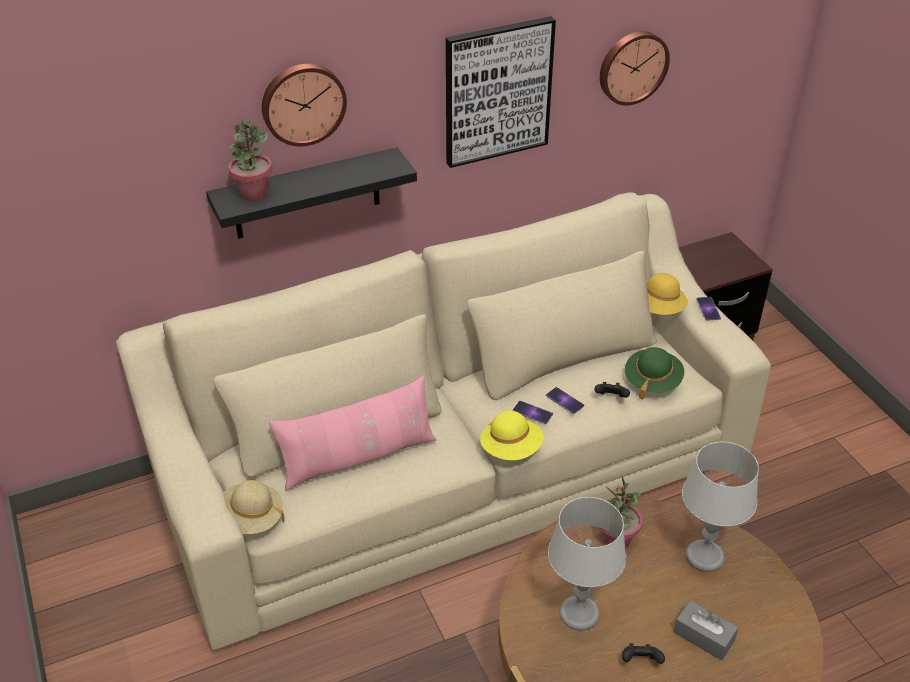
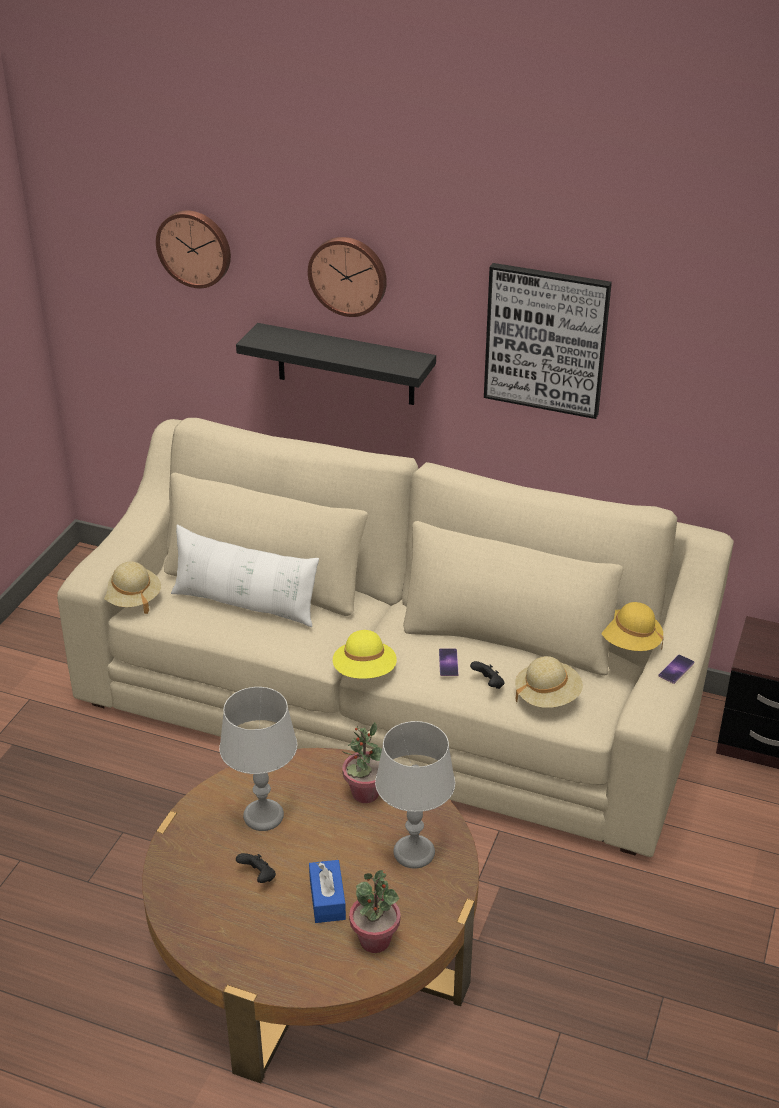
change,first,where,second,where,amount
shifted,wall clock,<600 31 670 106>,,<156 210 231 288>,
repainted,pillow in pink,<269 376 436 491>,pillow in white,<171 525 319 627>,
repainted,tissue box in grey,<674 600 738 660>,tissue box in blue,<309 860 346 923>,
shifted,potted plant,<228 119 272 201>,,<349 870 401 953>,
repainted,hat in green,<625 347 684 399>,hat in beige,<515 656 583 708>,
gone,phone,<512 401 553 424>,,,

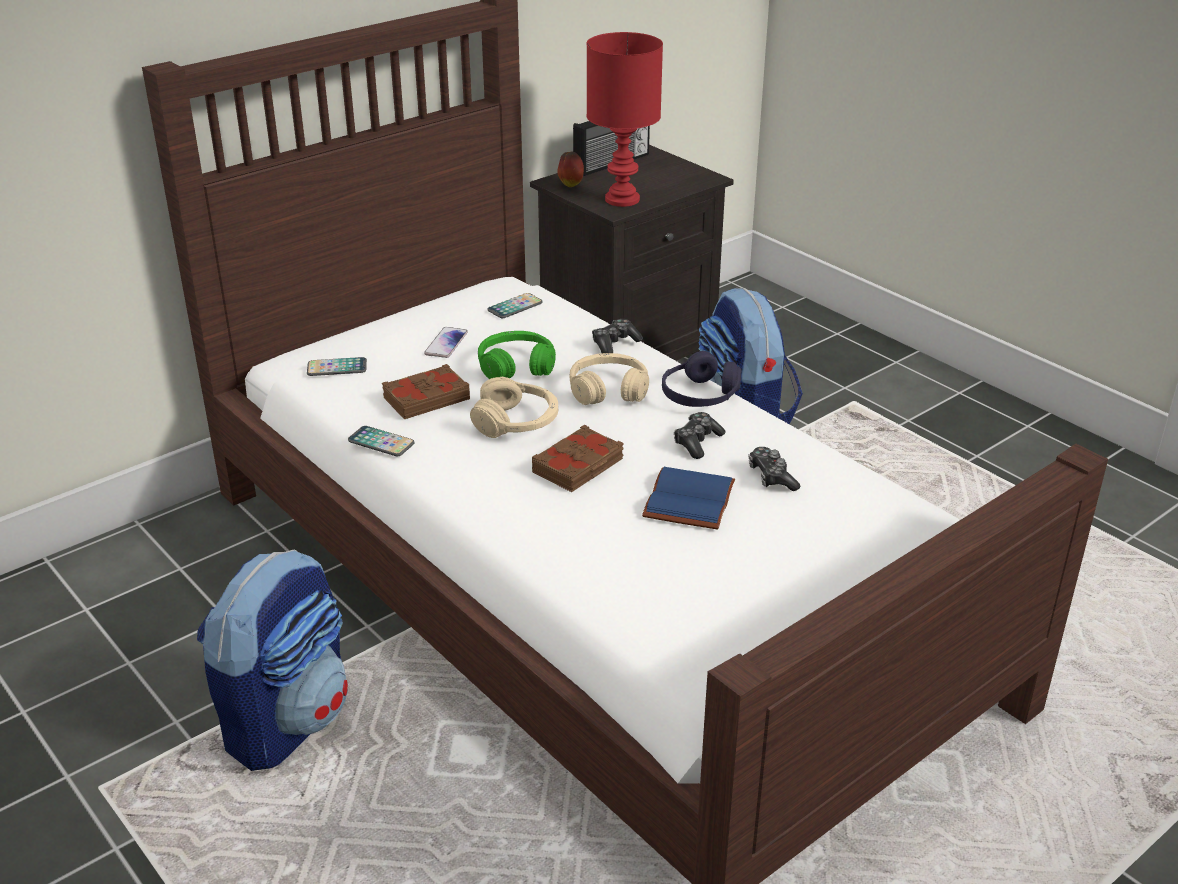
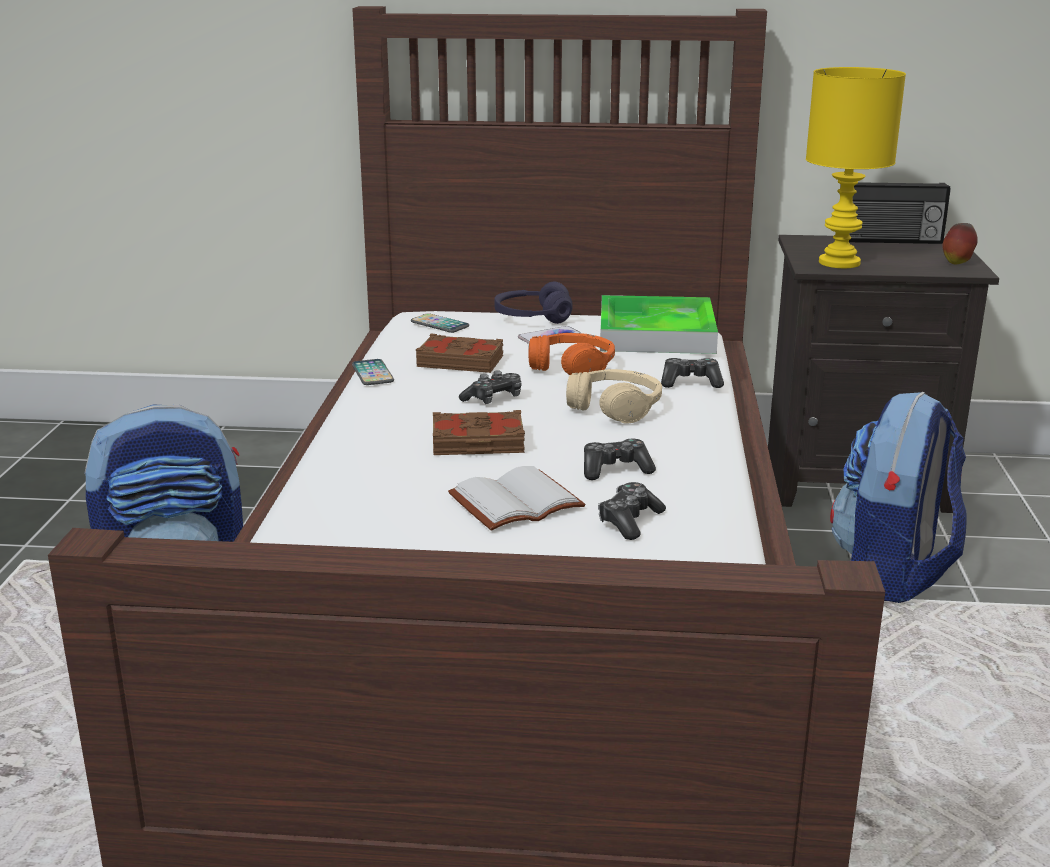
change,first,where,second,where,amount
repainted,book in blue,<642 467 735 530>,book in white,<448 466 585 531>,
swapped,headphones in beige,<470 377 558 438>,game controller,<459 370 522 404>,
shifted,headphones in purple,<662 351 741 407>,,<494 282 573 324>,
repainted,headphones in green,<478 331 556 379>,headphones in orange,<528 333 615 375>,
swapped,phone,<487 293 543 318>,tray,<600 295 718 354>,
repainted,table lamp in red,<586 32 663 207>,table lamp in yellow,<806 67 906 268>,
shifted,apple,<557 151 584 187>,,<942 223 978 264>,

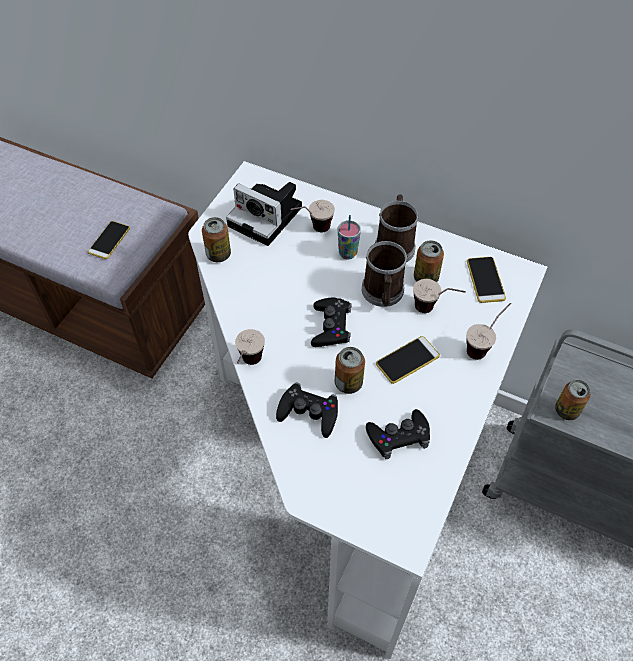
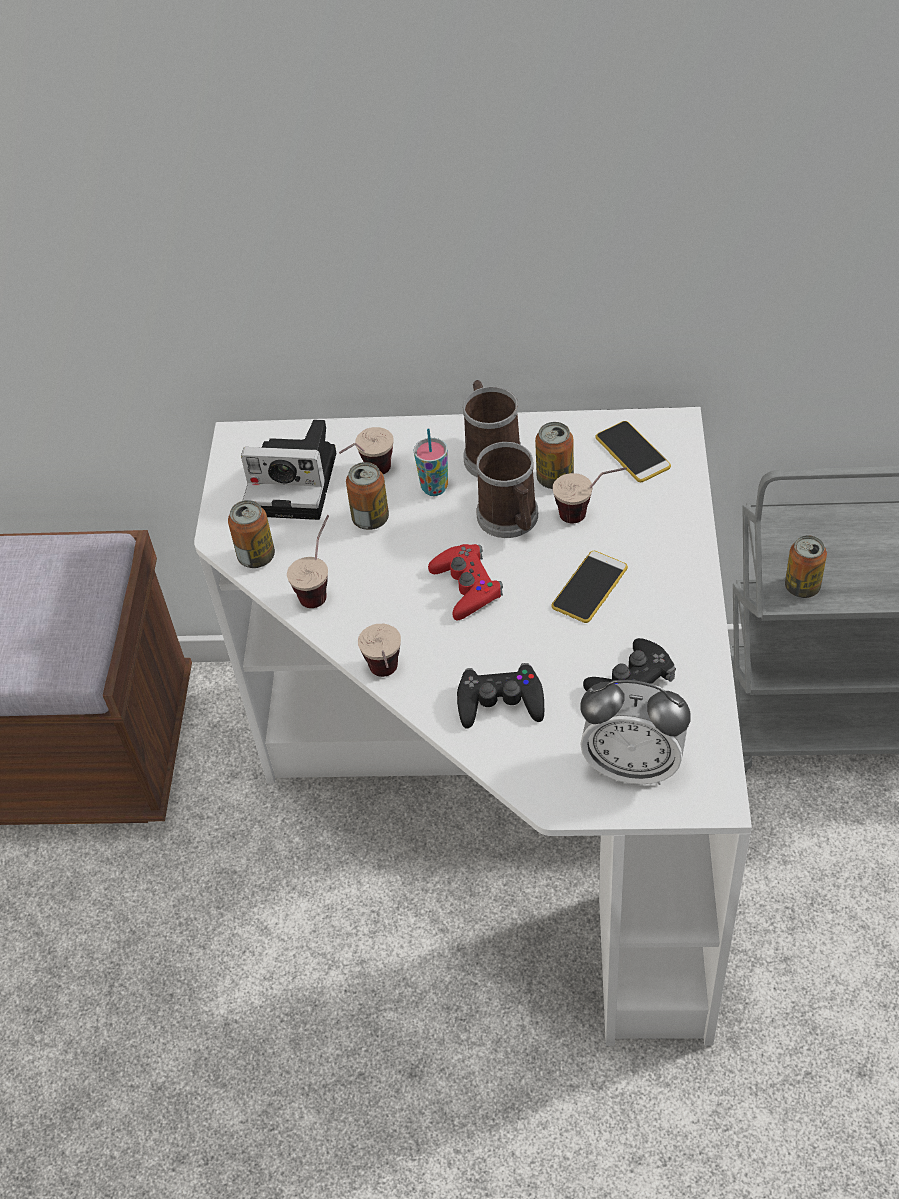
change,first,where,second,where,amount
shifted,cup,<467 303 511 360>,,<287 515 329 608>,
shifted,can,<335 347 365 394>,,<346 462 389 530>,
repainted,game controller in black,<311 298 351 347>,game controller in red,<428 544 503 620>,
new,,,alarm clock,<580 680 691 785>,
gone,phone,<88 221 130 259>,,,

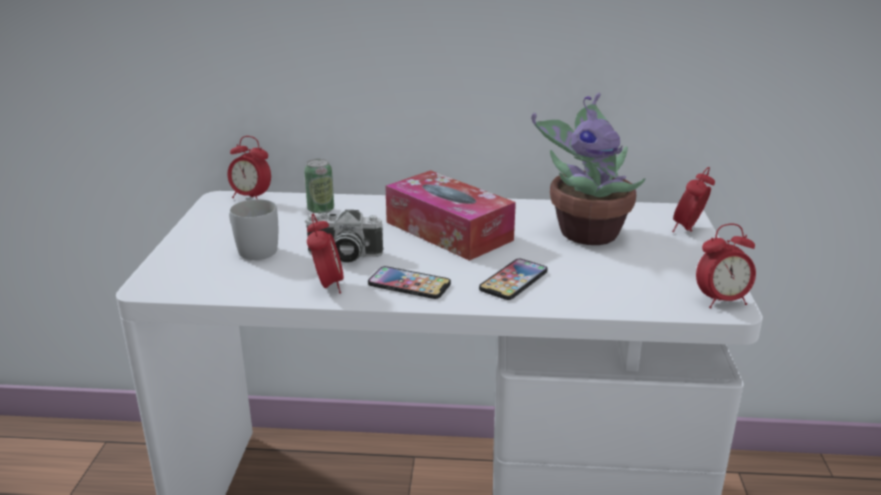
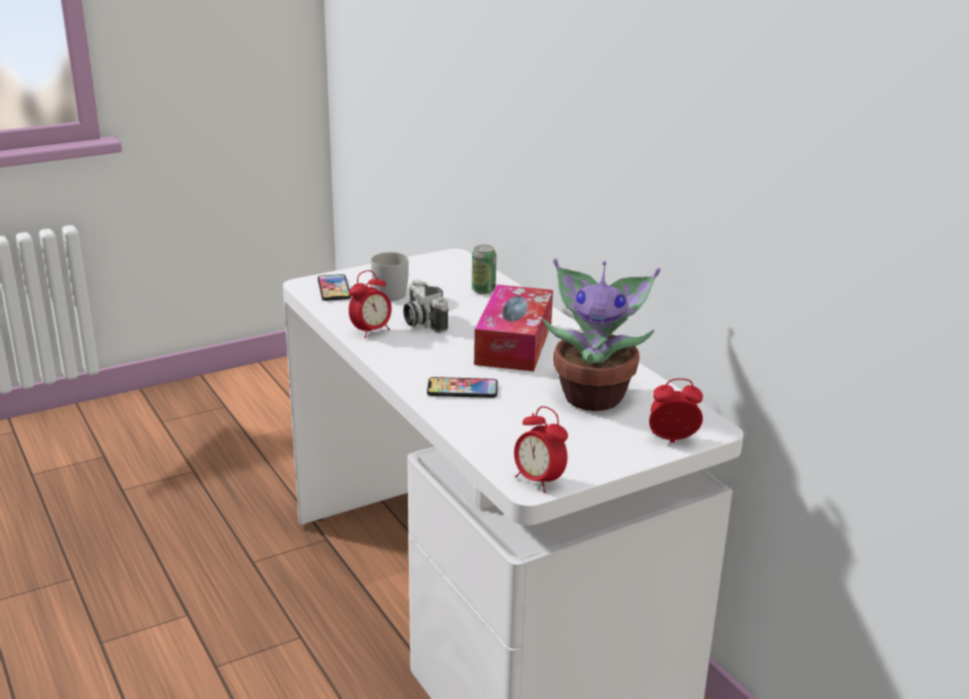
change,first,where,second,where,amount
shifted,phone,<368 266 451 299>,,<318 274 351 301>,
gone,alarm clock,<228 136 271 199>,,,

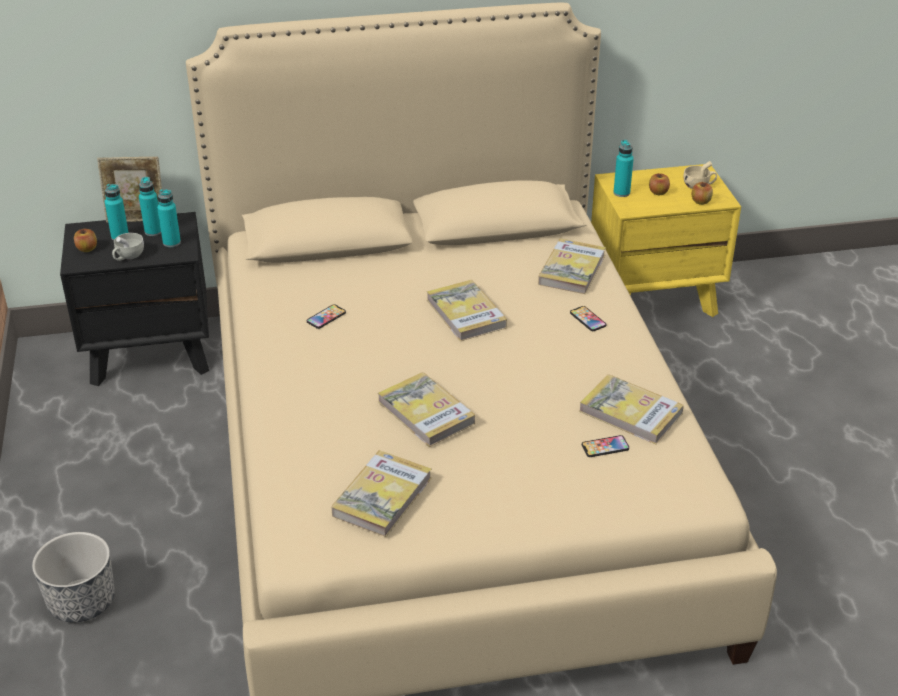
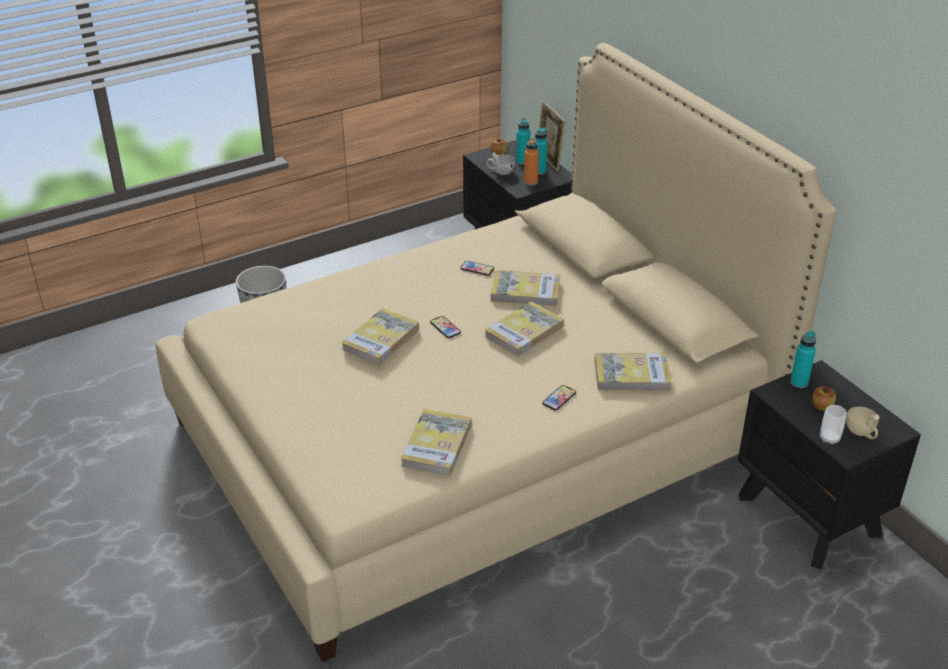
change,first,where,second,where,amount
shifted,phone,<582 435 629 457>,,<430 316 461 338>,
shifted,book,<331 450 432 537>,,<491 270 560 306>,
repainted,bottle in turquoise,<157 189 181 247>,bottle in orange,<524 138 539 186>,
repainted,nightstand in yellow,<591 164 741 317>,nightstand in black,<738 360 921 569>,
swapped,apple,<692 182 713 205>,cup,<820 405 847 445>,

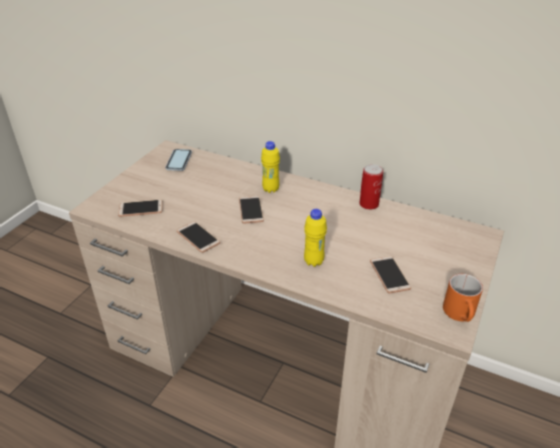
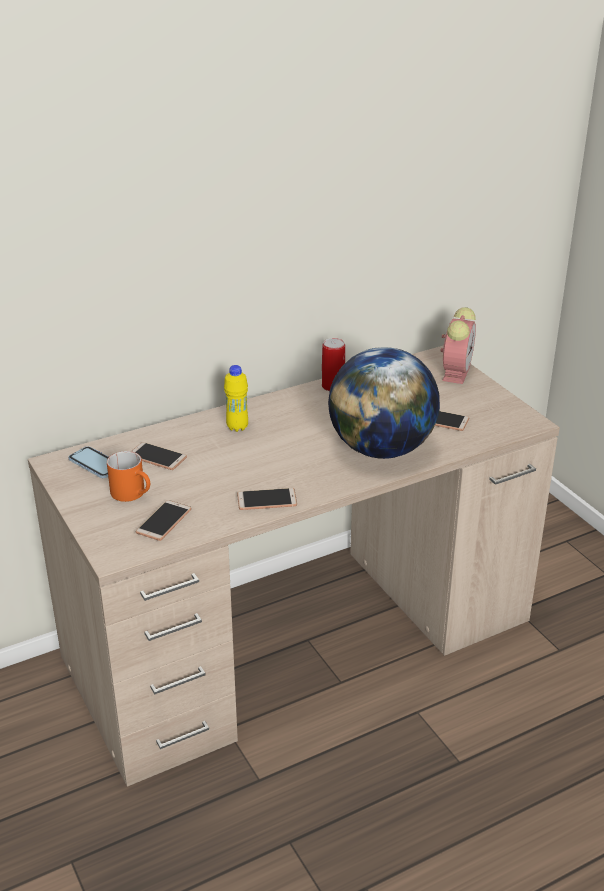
change,first,where,second,where,amount
shifted,mug in orange,<443 274 483 322>,,<107 451 150 502>,
shifted,phone,<239 196 264 224>,,<132 442 187 470>,
swapped,bottle in yellow,<304 209 327 267>,globe,<328 347 440 459>,
new,,,alarm clock,<441 307 476 384>,

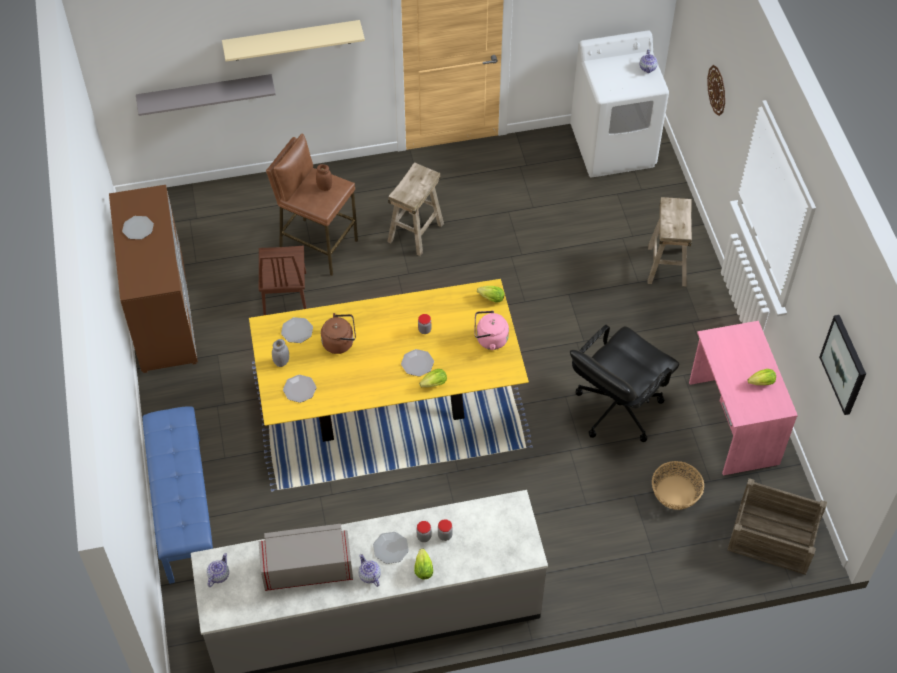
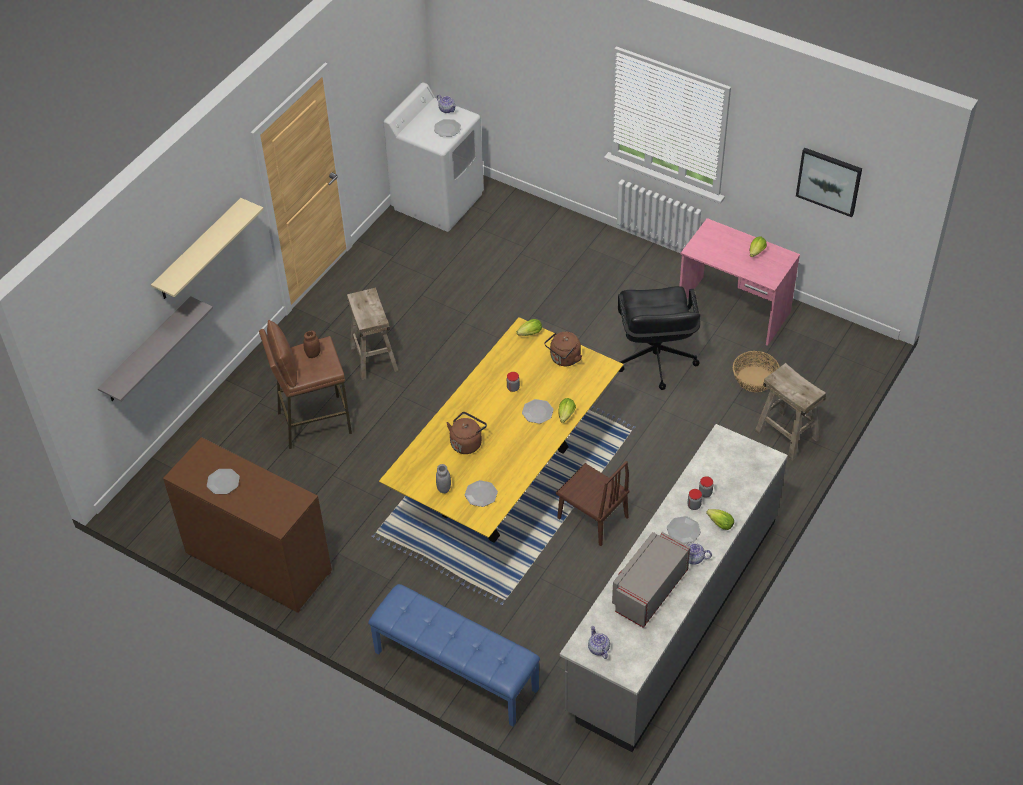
change,first,where,second,where,amount
shifted,plate,<281 317 313 343>,,<434 119 461 137>,
repainted,kettle in pink,<474 311 509 350>,kettle in brown,<544 332 582 366>,
shifted,chair in brown,<259 245 307 315>,,<556 461 629 546>,
shifted,stool in beige,<648 197 692 286>,,<755 363 826 461>,
gone,wall clock,<707 65 725 116>,,,
gone,crate,<727 478 827 575>,,,

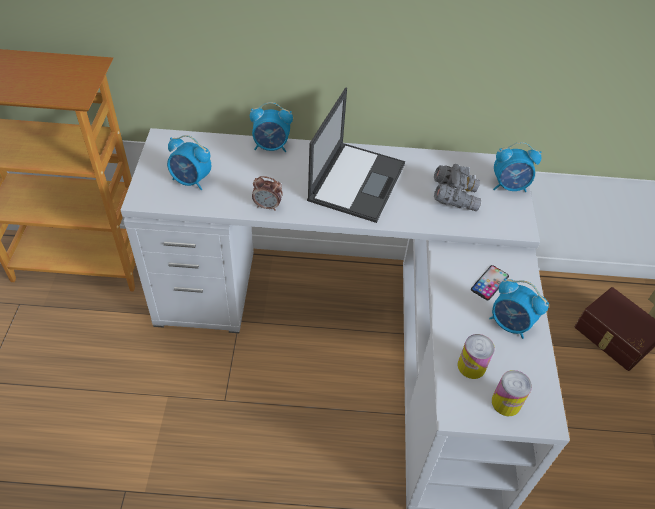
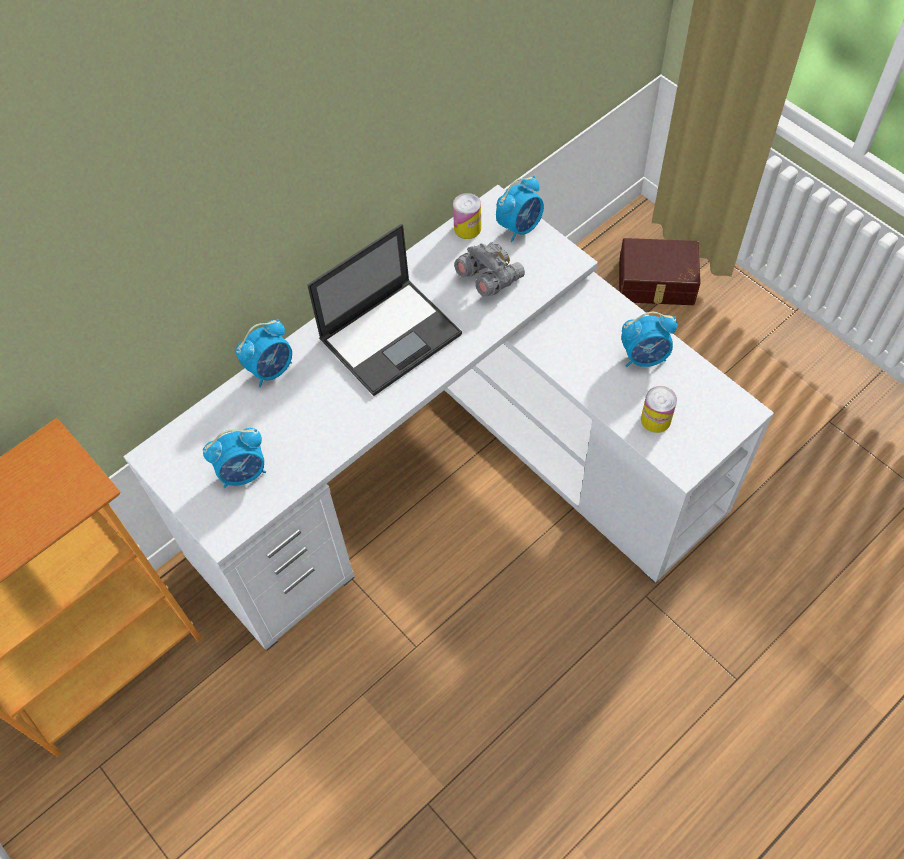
change,first,where,second,where,amount
rotated,laptop,<307 87 405 223>,,<307 224 462 396>,75 degrees clockwise
shifted,can,<492 370 532 416>,,<453 193 481 239>,
gone,alarm clock,<252 176 283 211>,,,
gone,phone,<471 265 509 300>,,,

